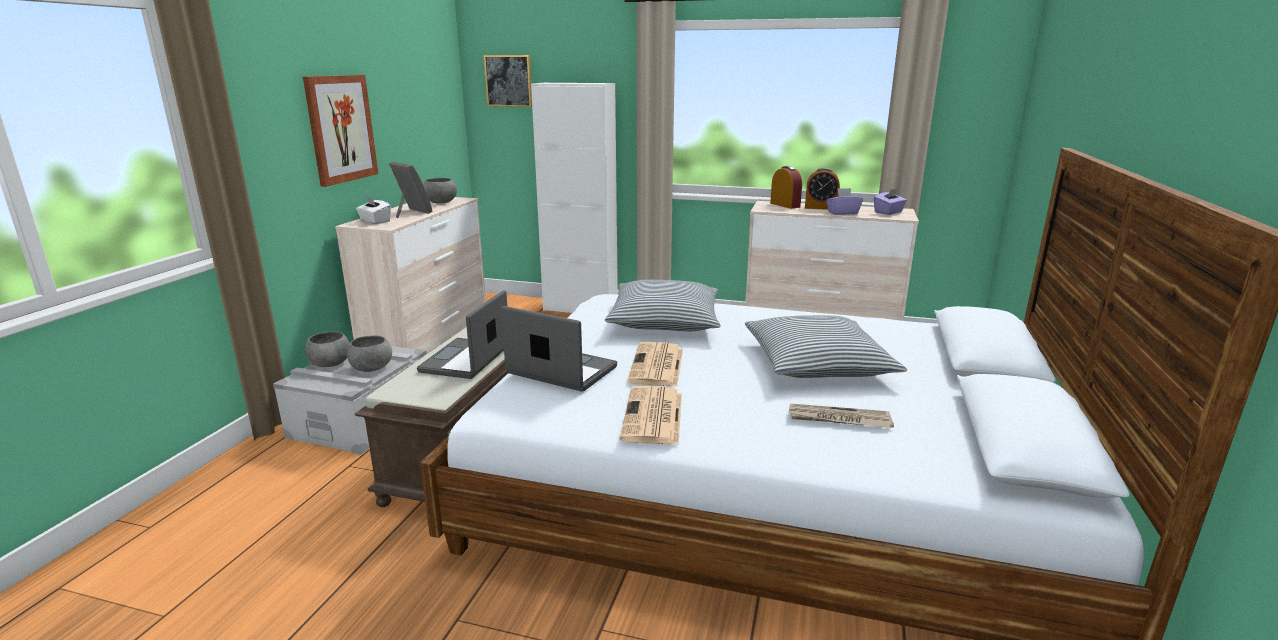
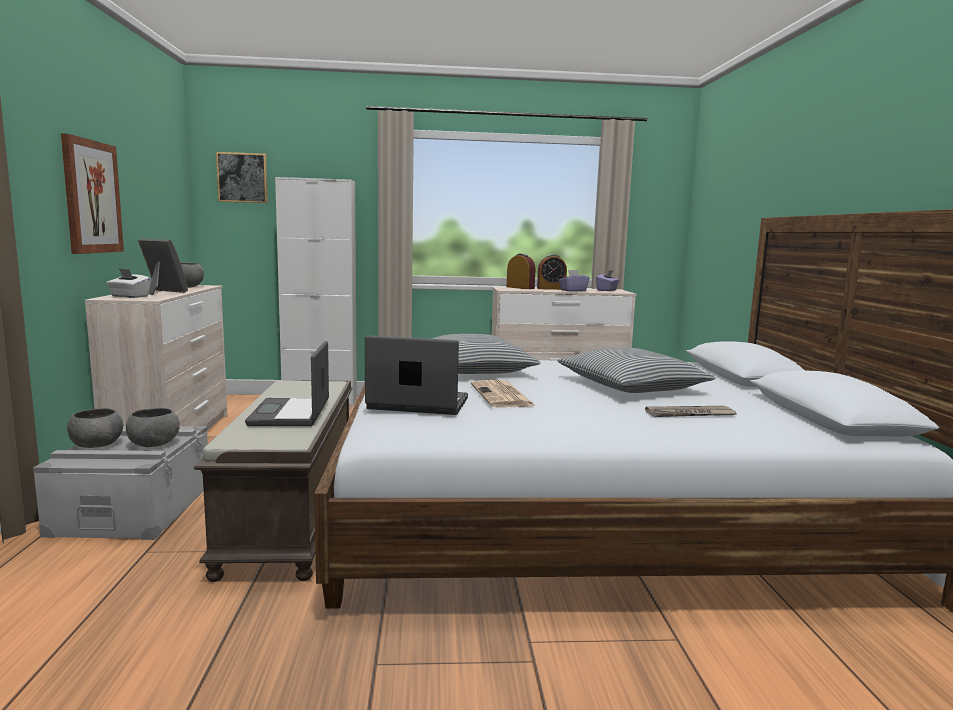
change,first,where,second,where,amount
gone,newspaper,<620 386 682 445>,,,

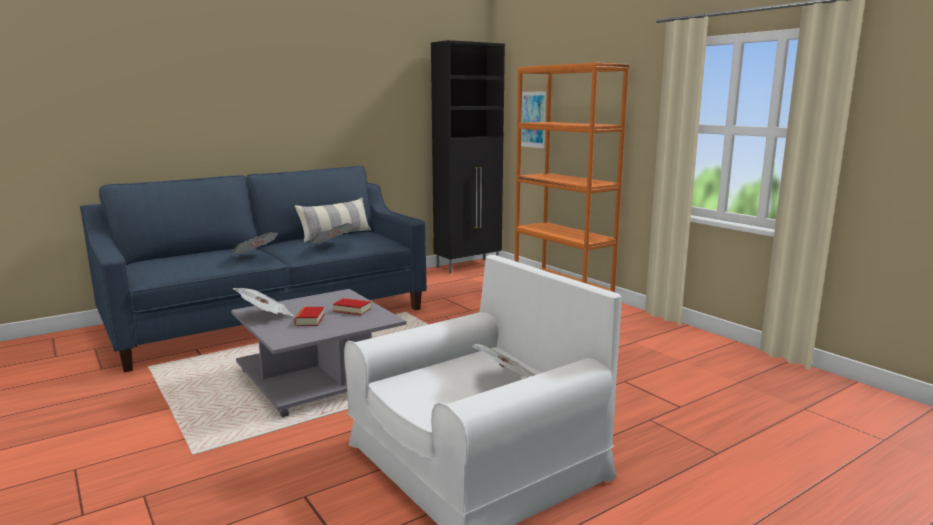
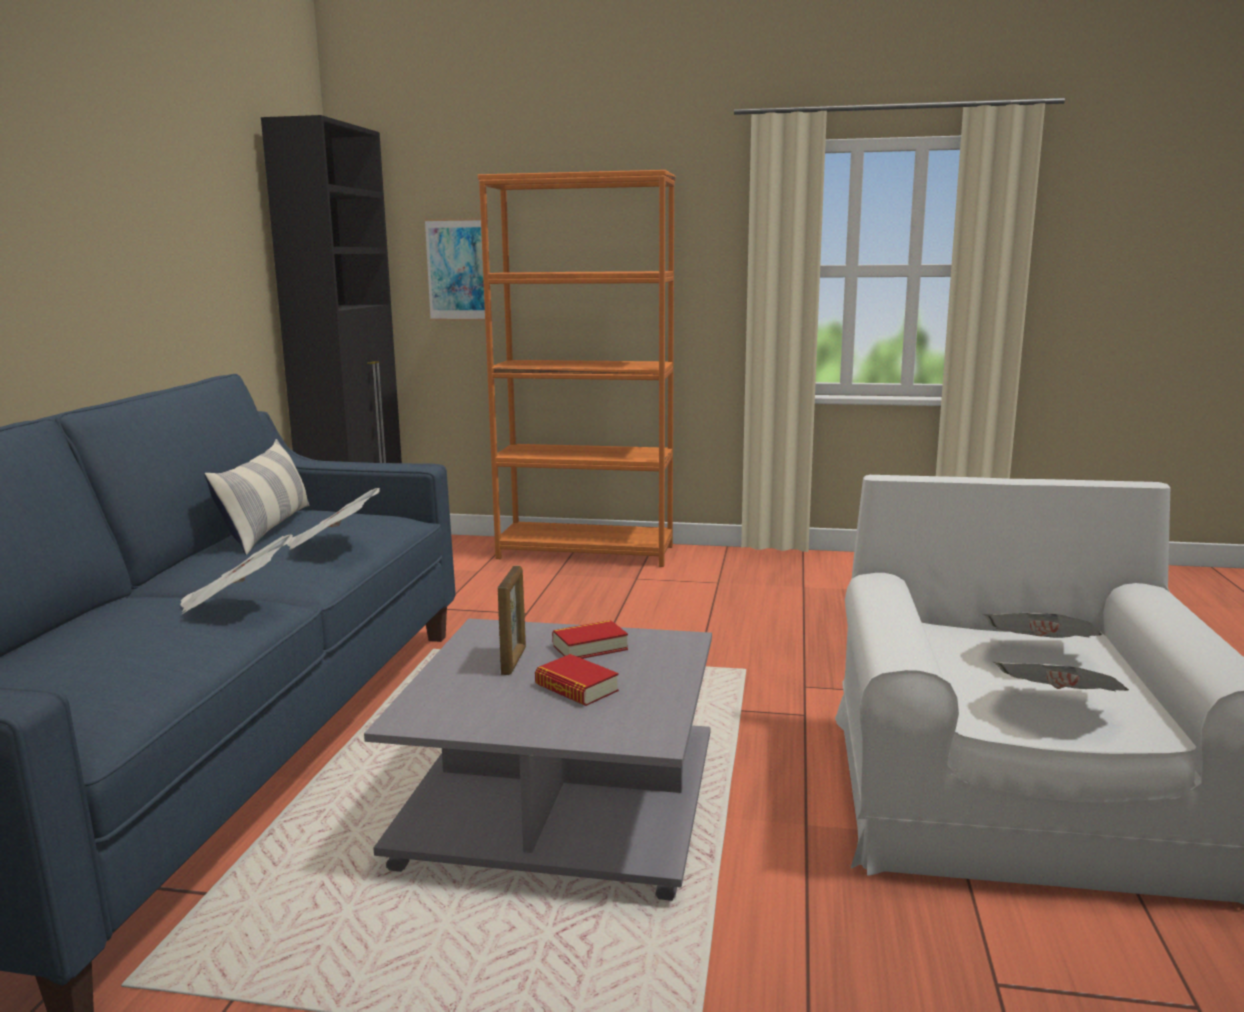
change,first,where,second,where,amount
new,,,picture frame,<498 566 526 675>,
shifted,newspaper,<233 288 294 316>,,<993 662 1129 691>,

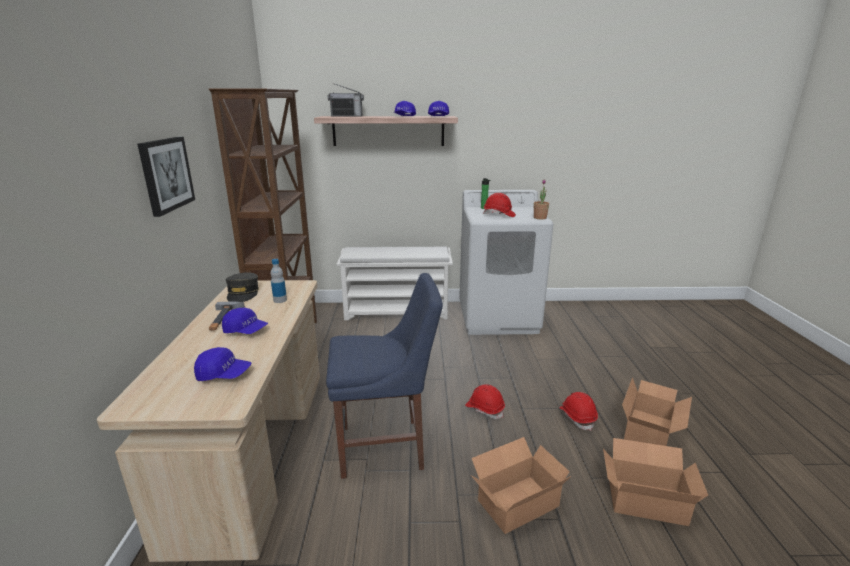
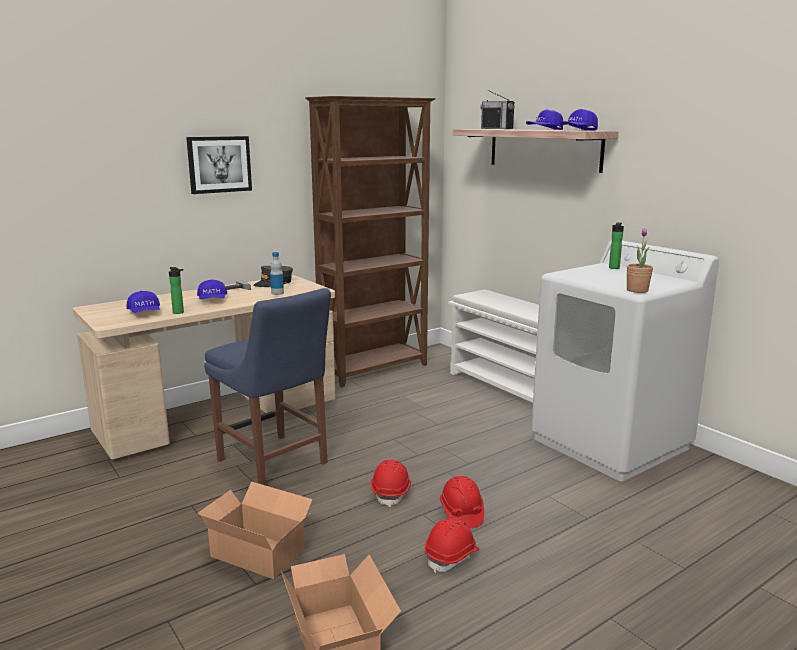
change,first,where,second,where,amount
new,,,bottle,<169 267 184 314>,
shifted,hard hat in red,<483 193 516 217>,,<440 476 484 529>,
gone,cardboard box,<622 377 692 446>,,,

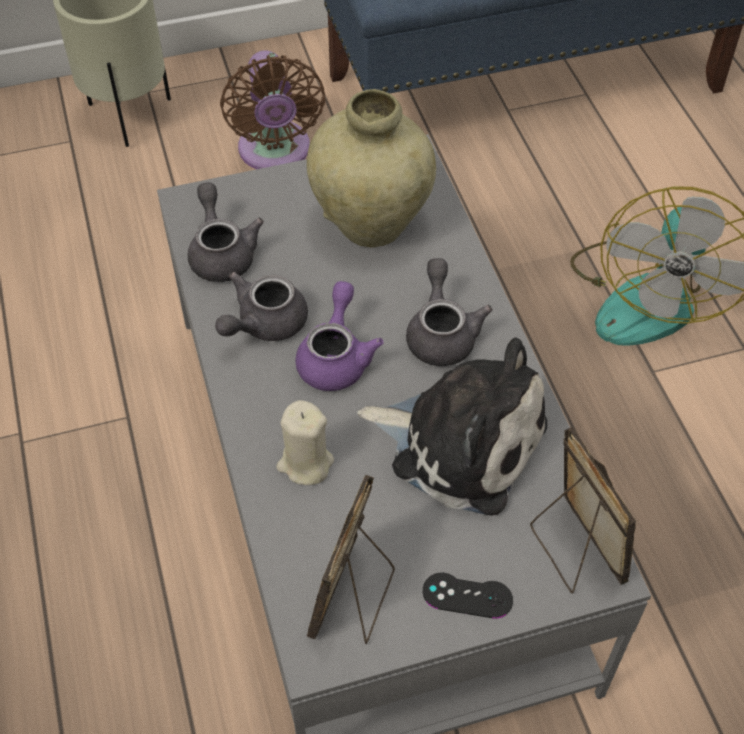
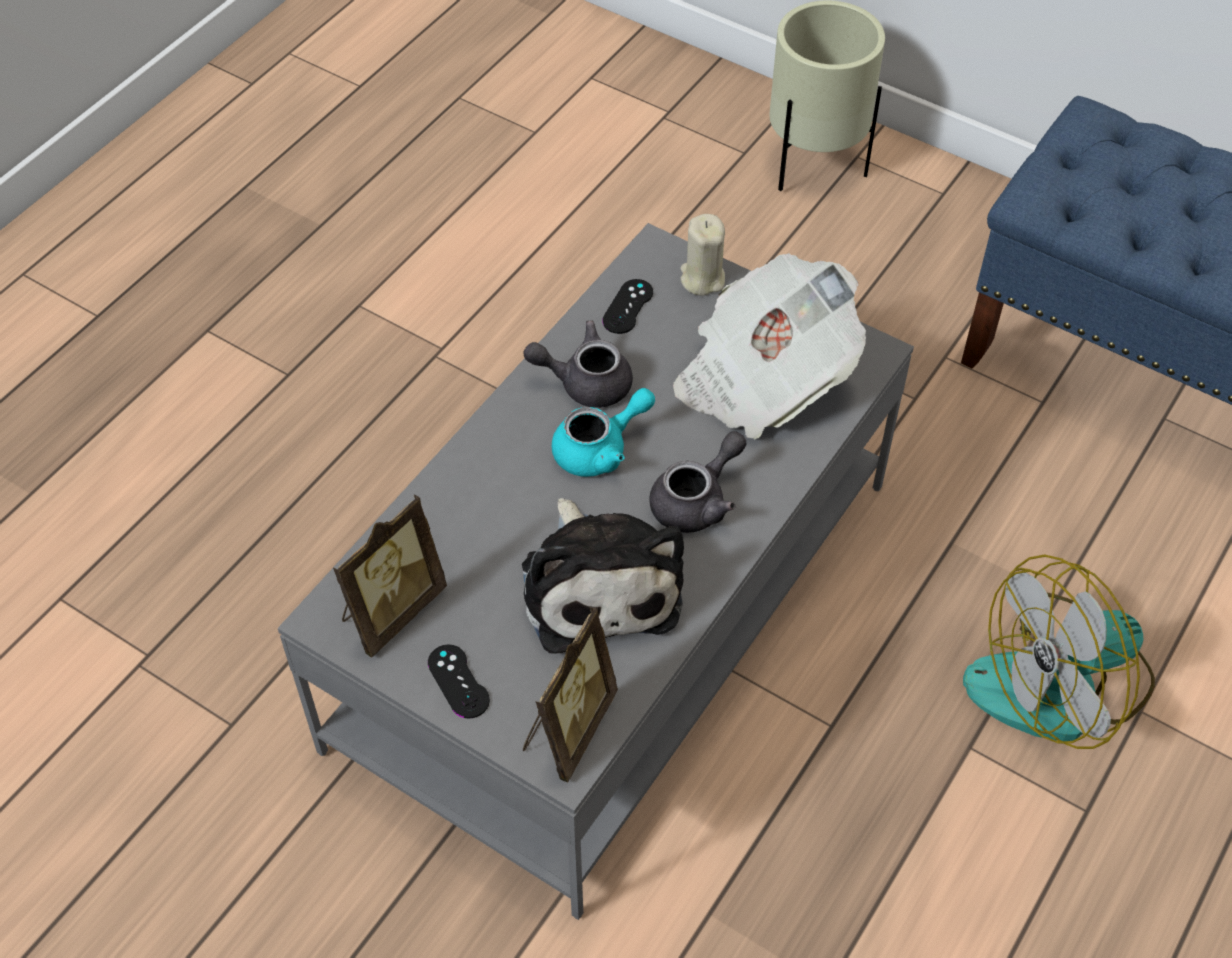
change,first,where,second,where,amount
rotated,picture frame,<307 475 395 644>,,<333 495 447 658>,150 degrees clockwise
repainted,teapot in purple,<295 281 383 391>,teapot in turquoise,<552 388 655 477>,
swapped,teapot in grey,<188 182 264 282>,game controller in black,<602 279 653 334>,
swapped,vase in beige,<307 89 436 248>,newspaper,<673 253 866 440>,
shifted,candle in beige,<276 400 334 485>,,<681 214 725 296>,
gone,fan in brown,<220 50 325 169>,,,

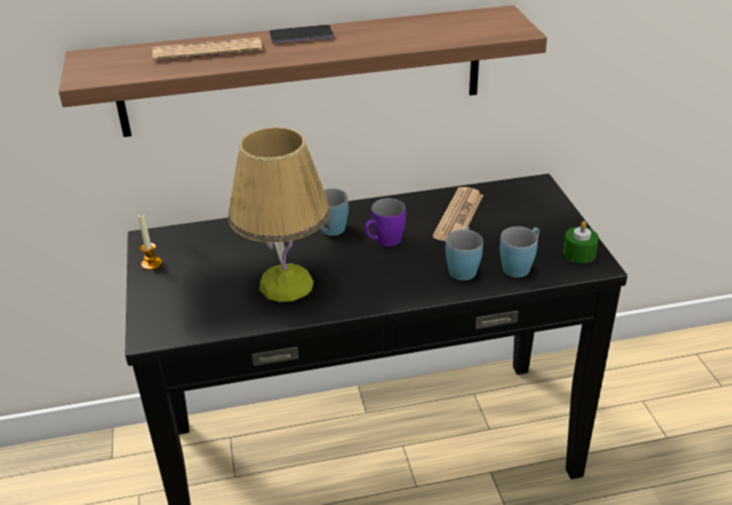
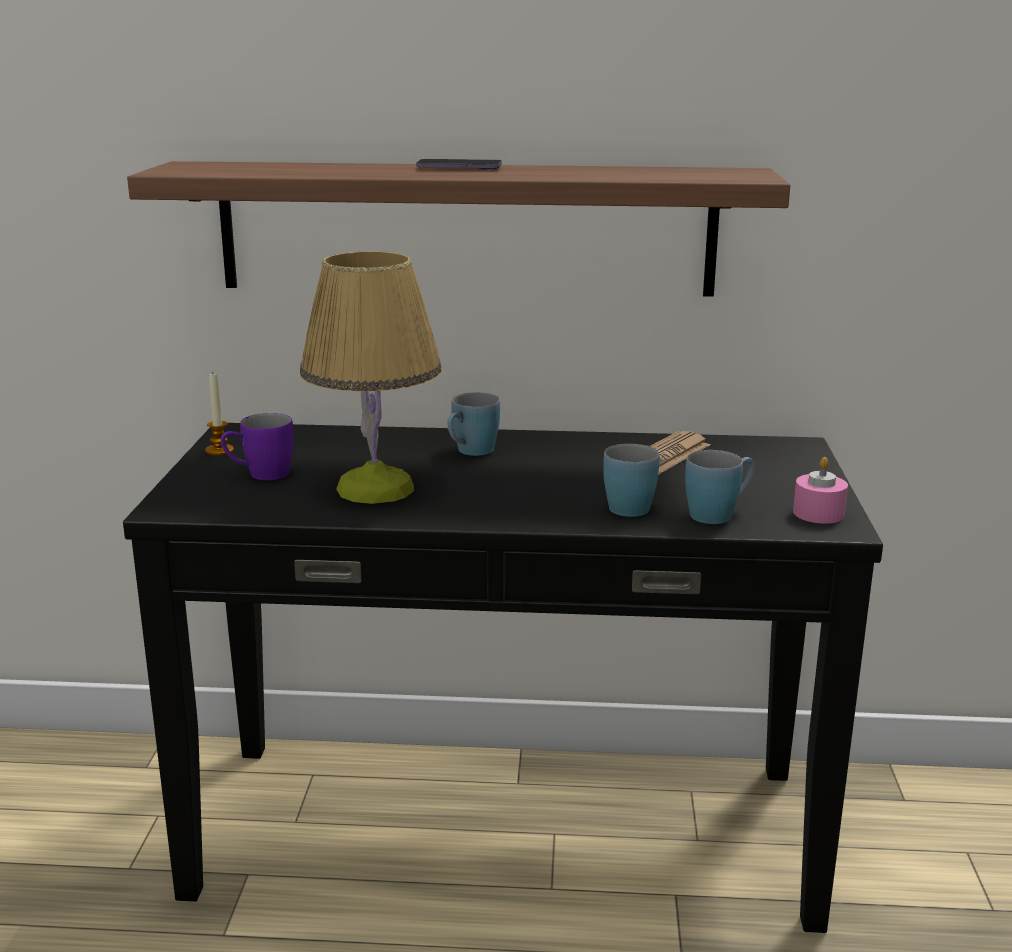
change,first,where,second,where,amount
shifted,mug in purple,<365 198 406 246>,,<221 413 294 480>,
repainted,candle in green,<563 221 599 263>,candle in pink,<793 457 848 524>,
gone,newspaper,<153 38 262 61>,,,

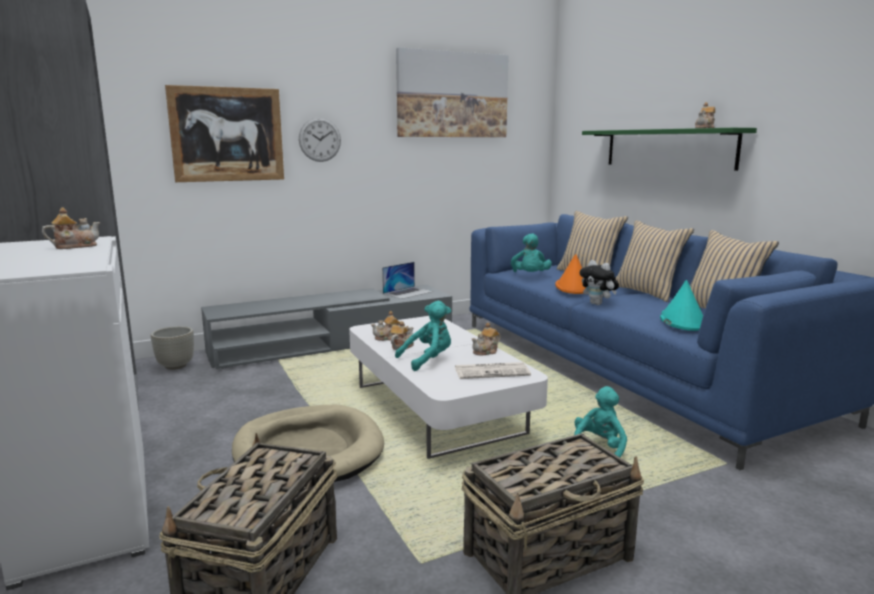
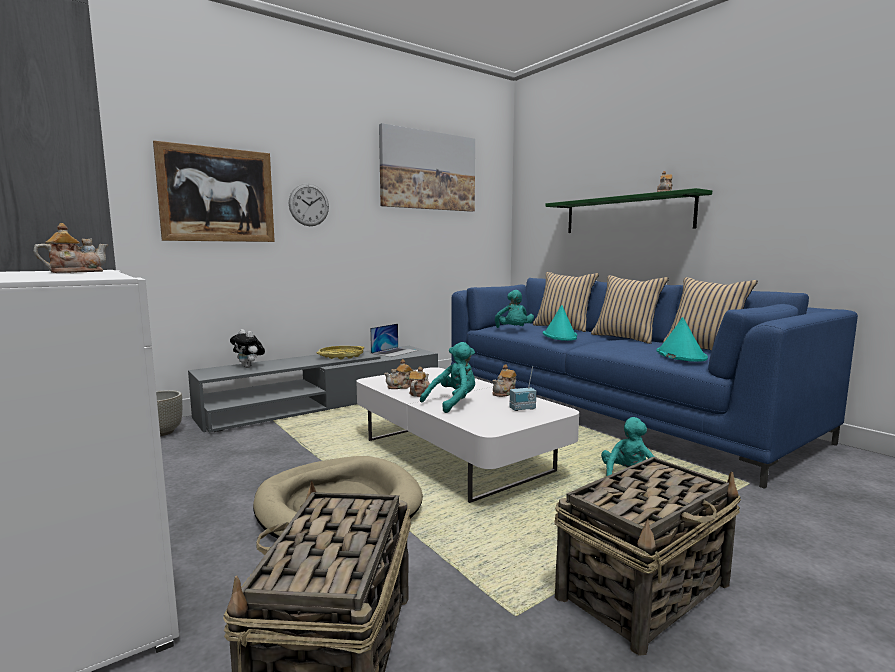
change,first,where,second,where,amount
shifted,plush toy,<580 260 619 305>,,<230 329 265 368>,
new,,,tray in yellow,<316 346 364 359>,
swapped,newspaper,<455 362 531 379>,radio,<510 366 536 411>,
repainted,hat in orange,<555 254 586 294>,hat in turquoise,<543 305 577 341>,

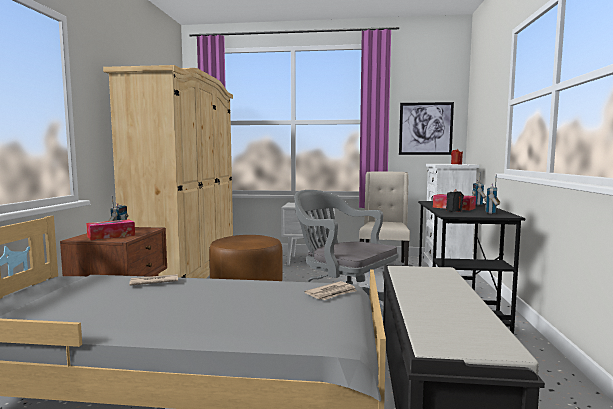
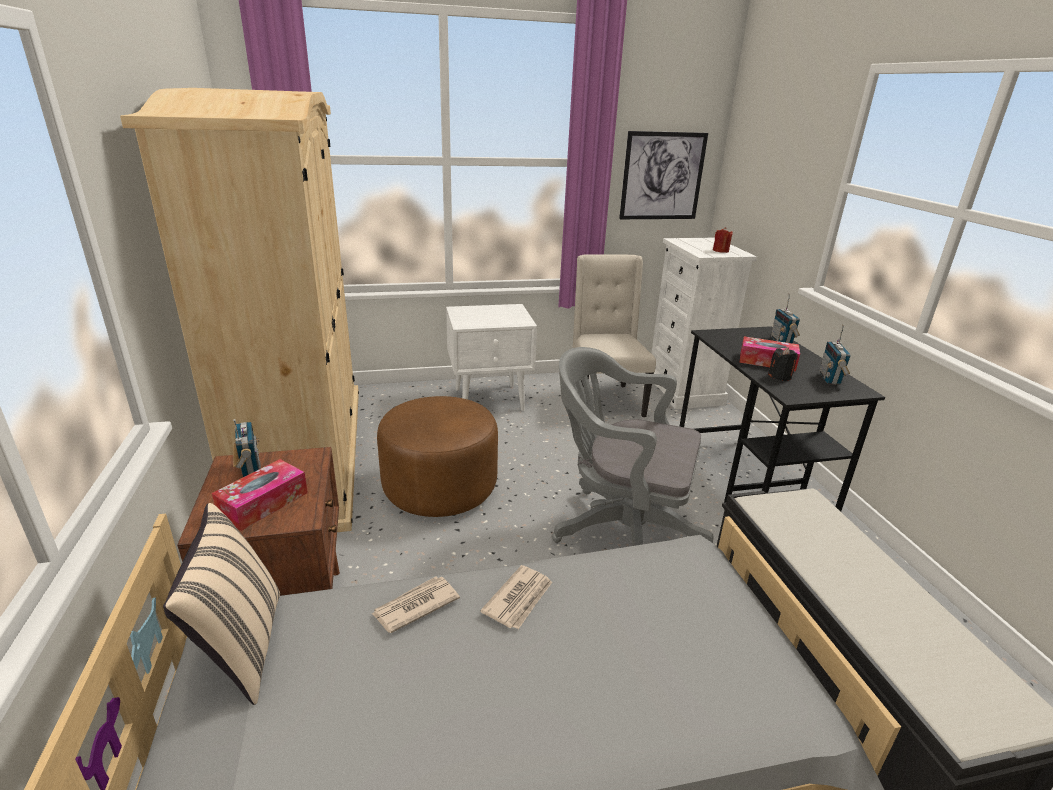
change,first,where,second,where,amount
new,,,pillow in beige,<163 503 280 705>,
shifted,newspaper,<304 281 357 300>,,<480 565 552 629>,

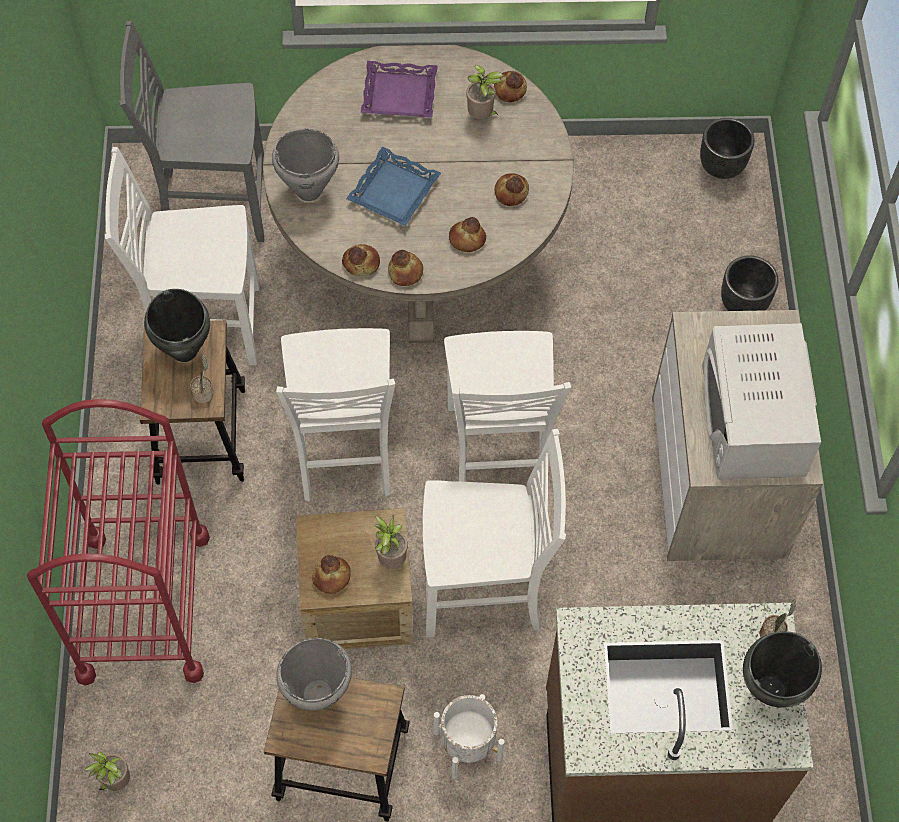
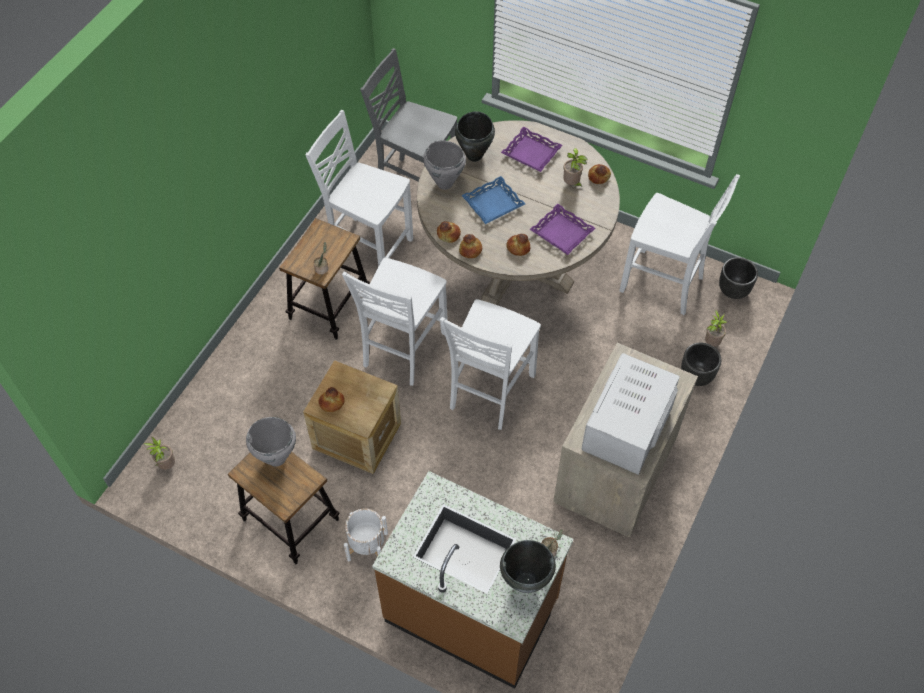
change,first,where,second,where,amount
shifted,cooking pot in black,<144 289 210 362>,,<455 111 495 162>,
swapped,bread,<494 173 529 206>,tray in purple,<530 204 596 255>,
shifted,chair in white,<423 429 566 637>,,<619 174 740 315>,
shifted,potted plant,<375 515 408 569>,,<705 310 727 347>,
gone,cart in red,<27 399 210 686>,,,

